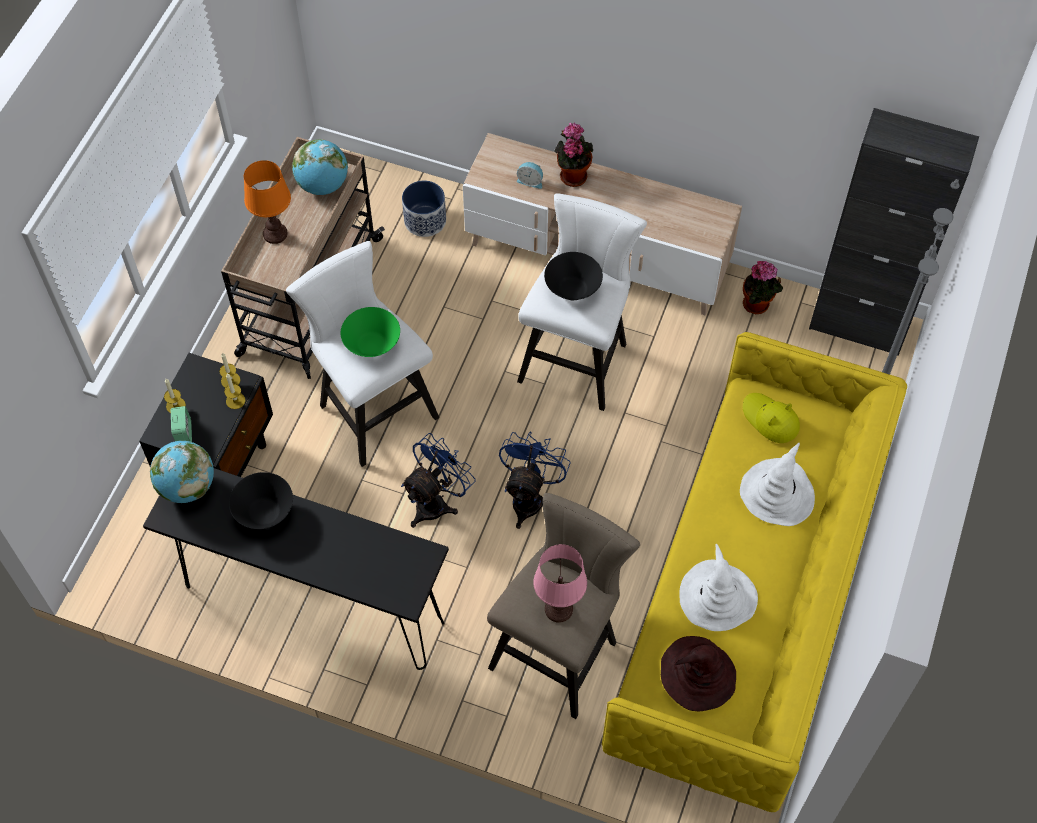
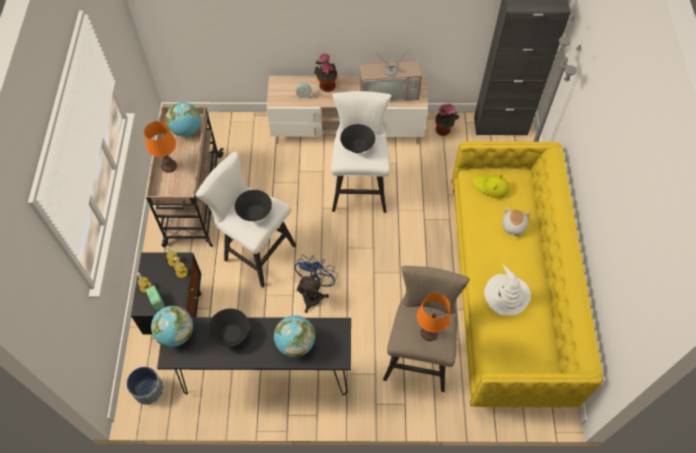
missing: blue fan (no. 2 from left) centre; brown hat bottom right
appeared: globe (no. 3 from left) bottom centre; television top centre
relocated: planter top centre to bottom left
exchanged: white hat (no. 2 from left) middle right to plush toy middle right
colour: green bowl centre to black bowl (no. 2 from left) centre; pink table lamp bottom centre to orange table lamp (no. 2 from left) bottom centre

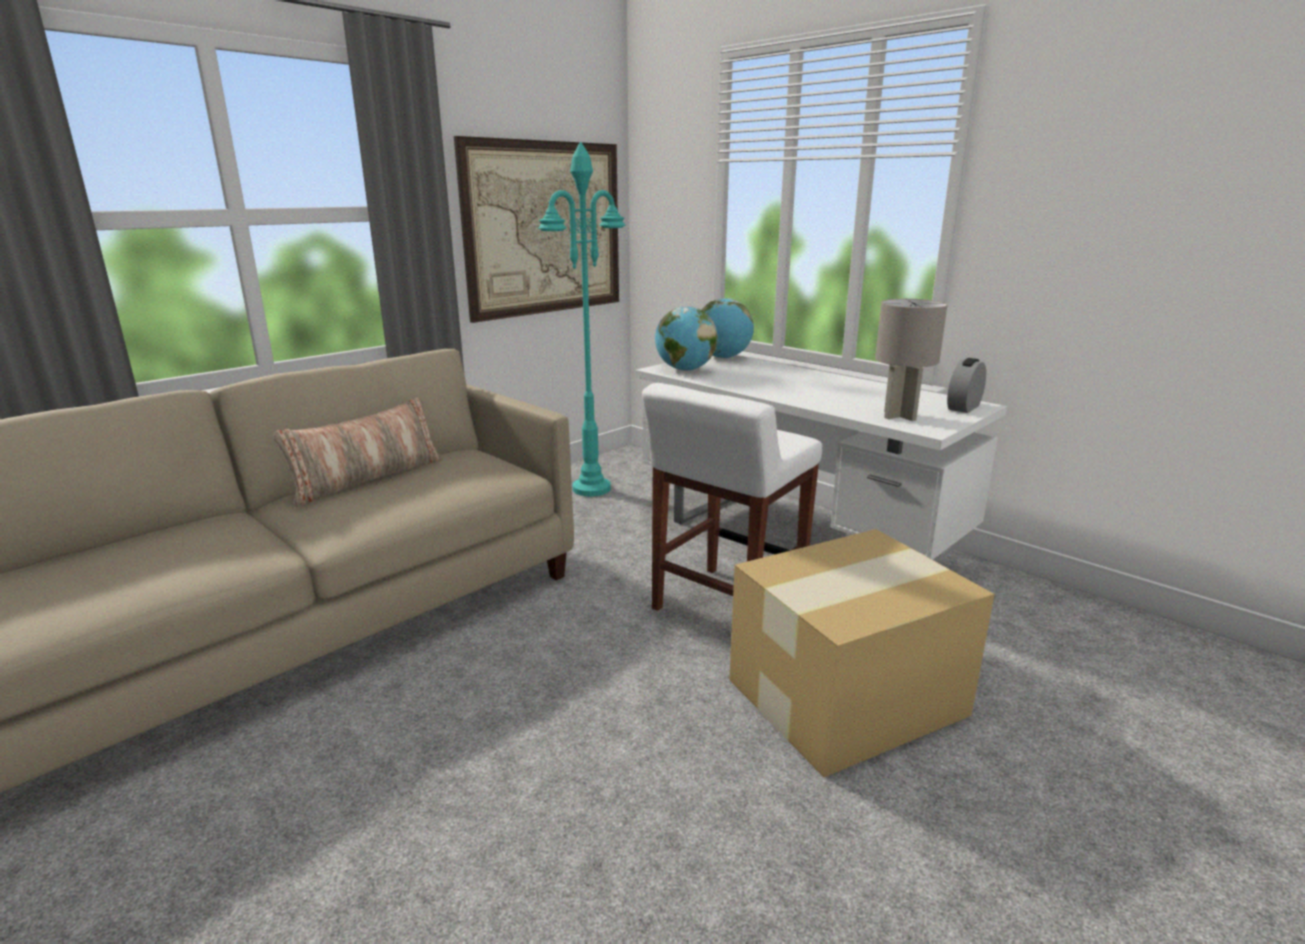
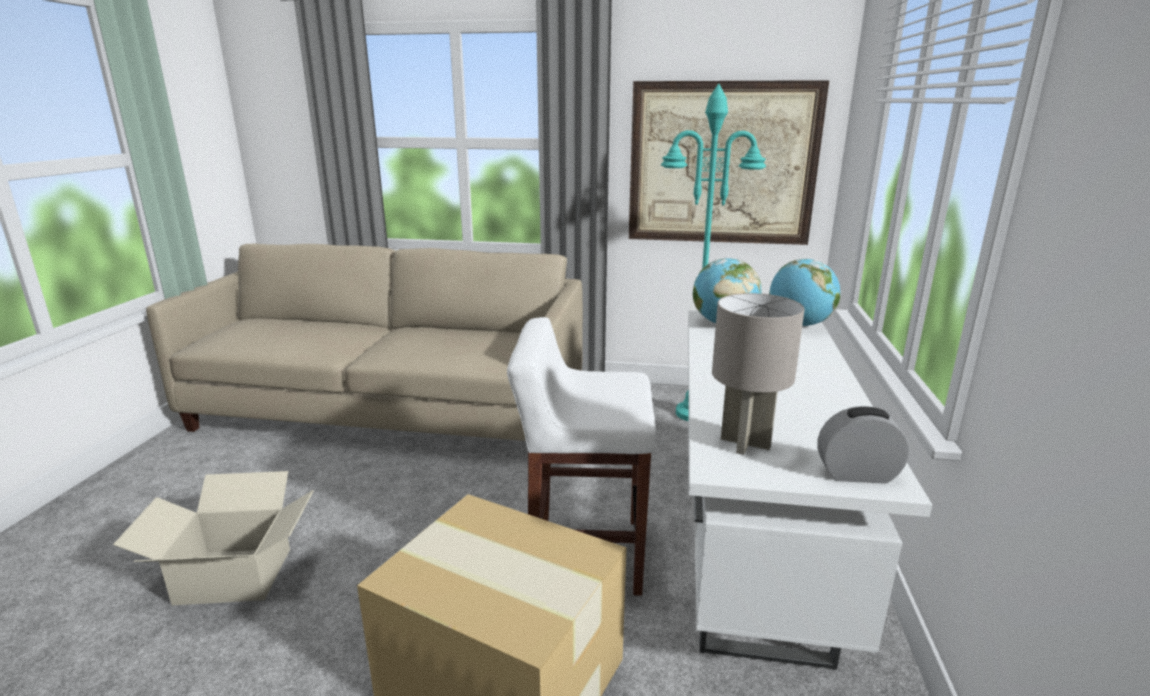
missing: pillow middle left
appeared: cardboard box (no. 1 from left) bottom left

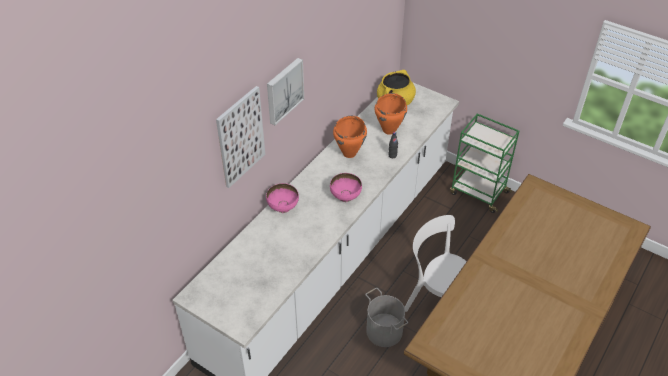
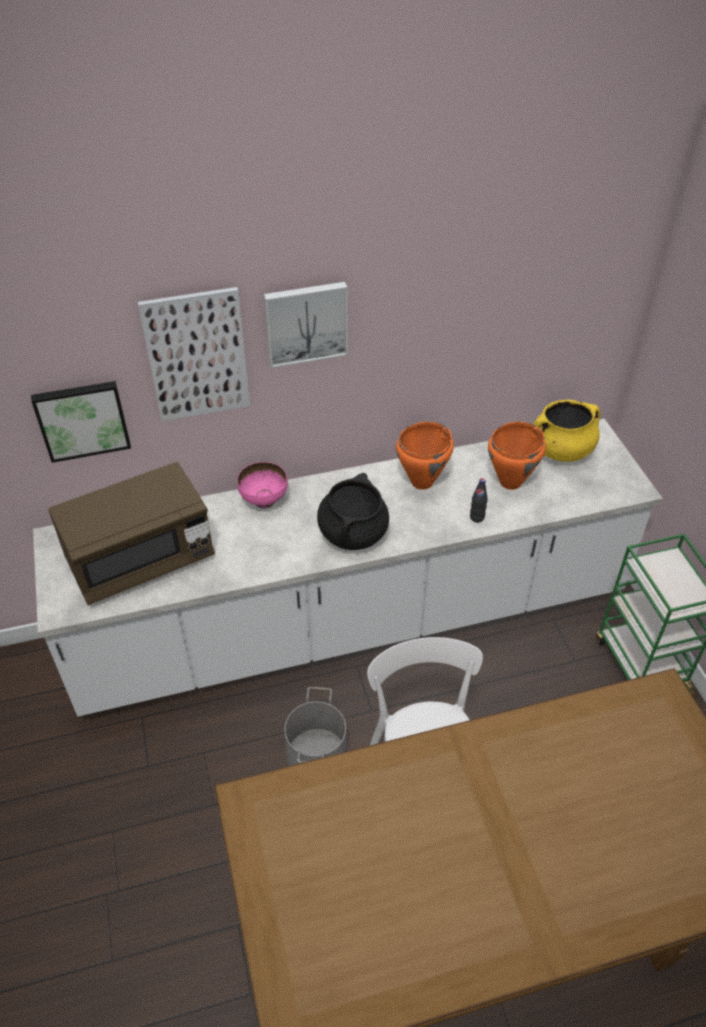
appeared: picture (no. 1 from left) middle left; brown microwave middle left
exchanged: pink bowl (no. 2 from left) centre to black cooking pot centre

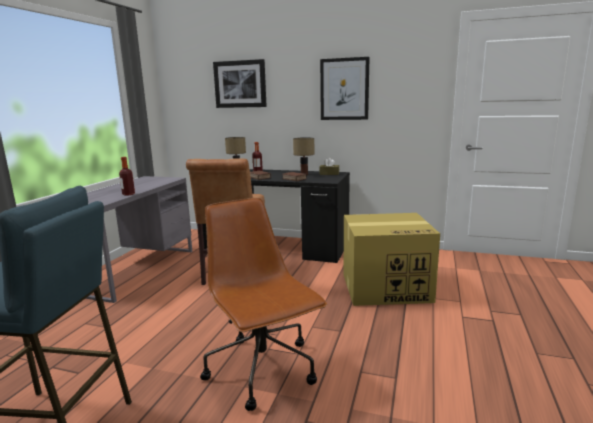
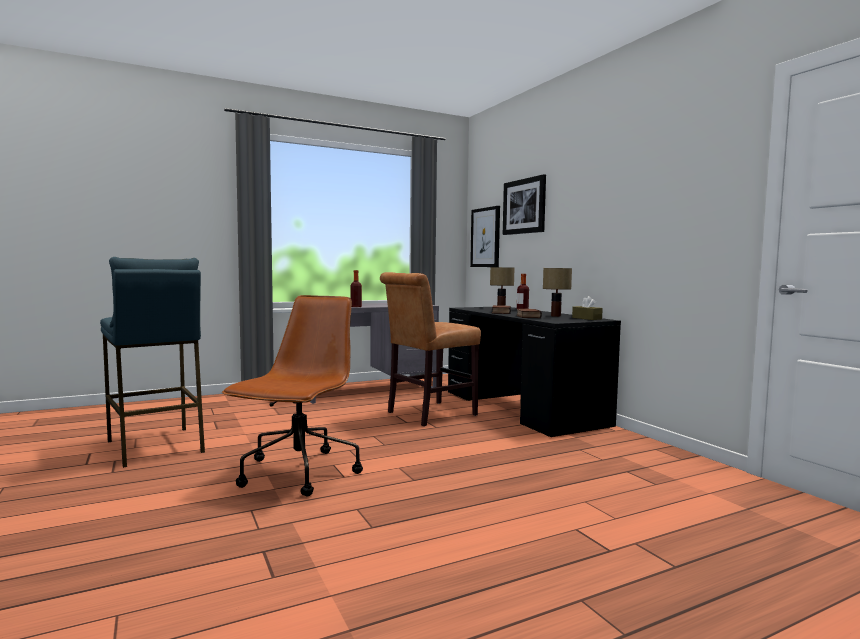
missing: cardboard box centre
relocated: picture (no. 2 from left in the first image) top centre to picture (no. 1 from left) centre

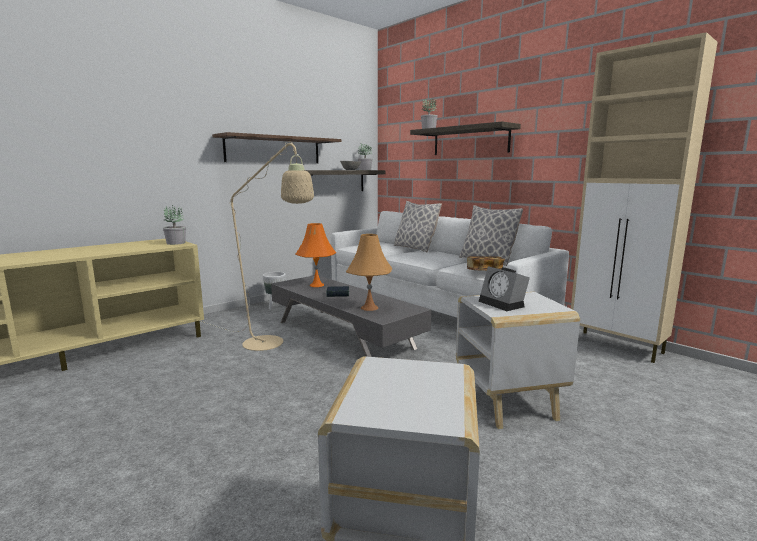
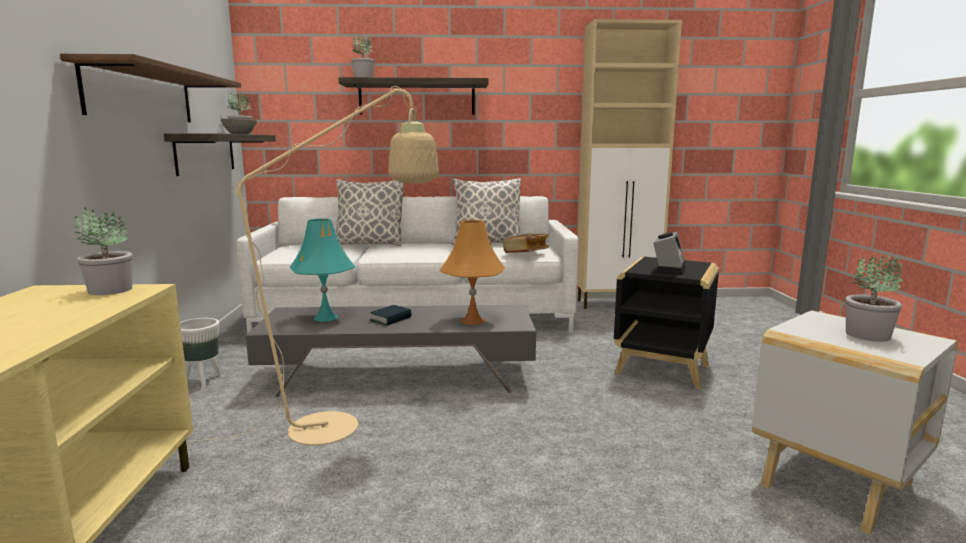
appeared: potted plant (no. 4 from left) middle right
colour: orange table lamp (no. 1 from left) centre to turquoise table lamp centre; white side table (no. 2 from left) middle right to black side table middle right
spun: alarm clock centre = middle right 75 degrees counterclockwise

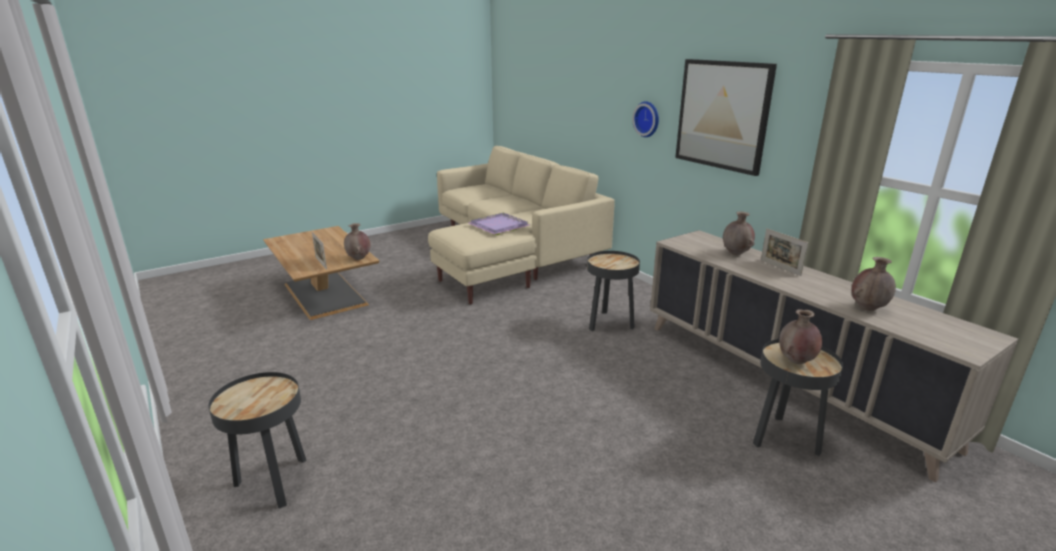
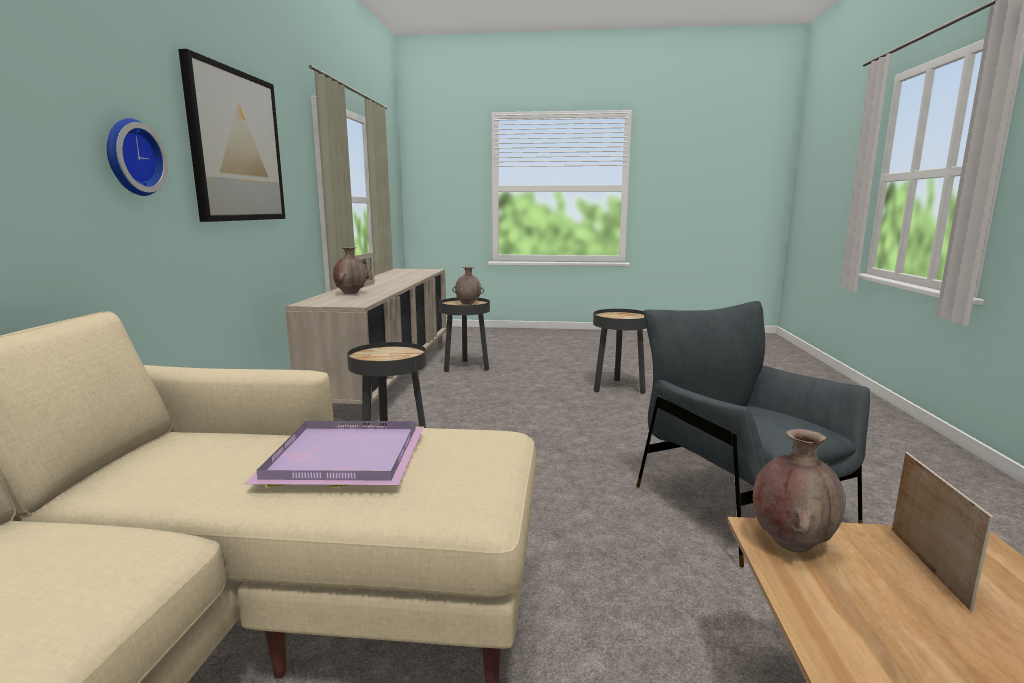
missing: brown vase (no. 4 from left) middle right
appeared: grey armchair middle right
relocated: black side table (no. 1 from left in the first image) bottom left to black side table (no. 3 from left) centre

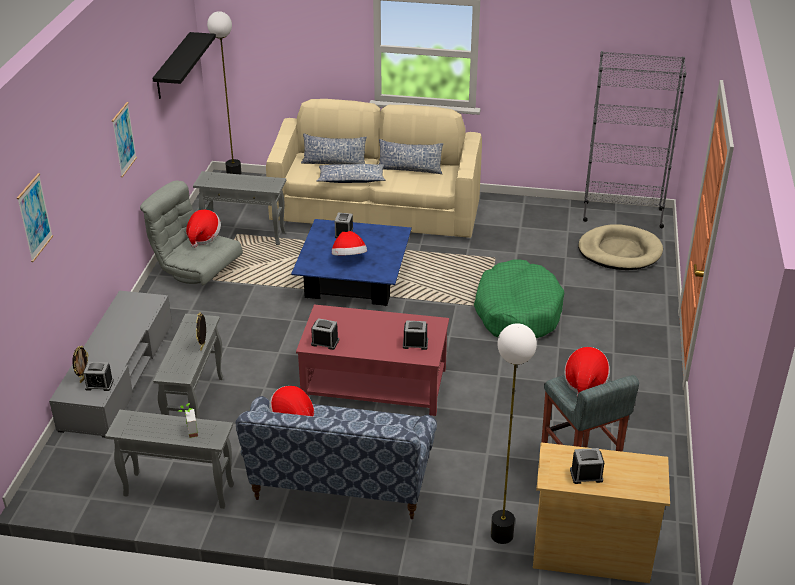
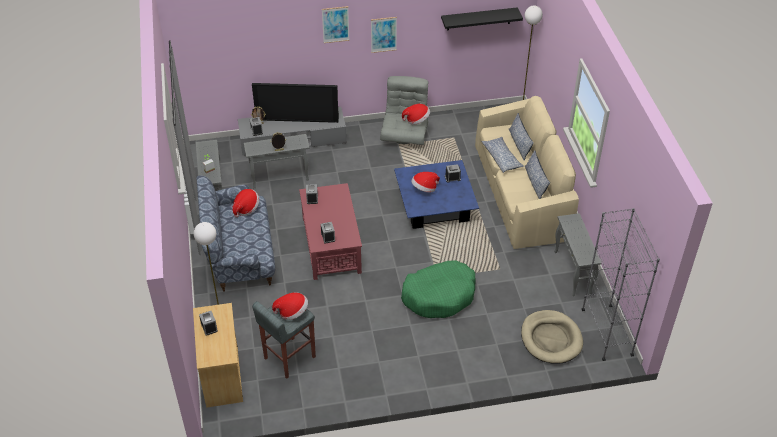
appeared: television top centre
relocated: picture (no. 1 from left) middle left to top centre; grey side table (no. 3 from left) middle left to middle right

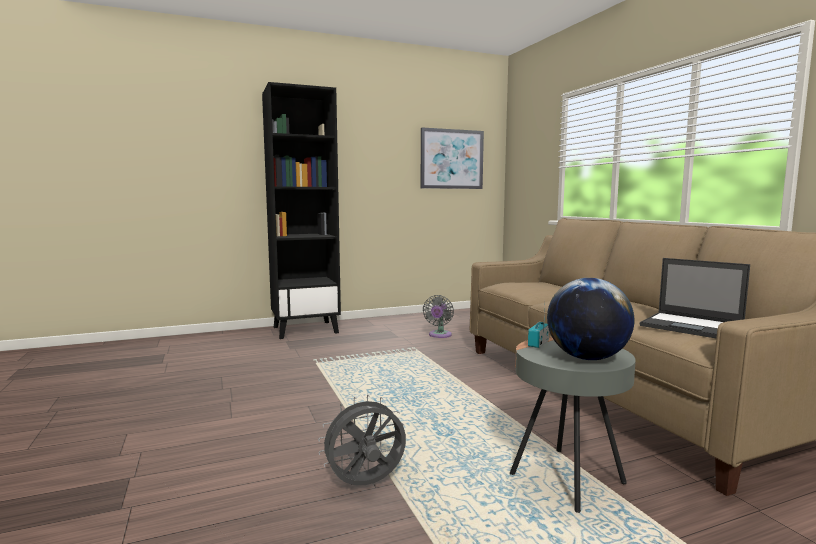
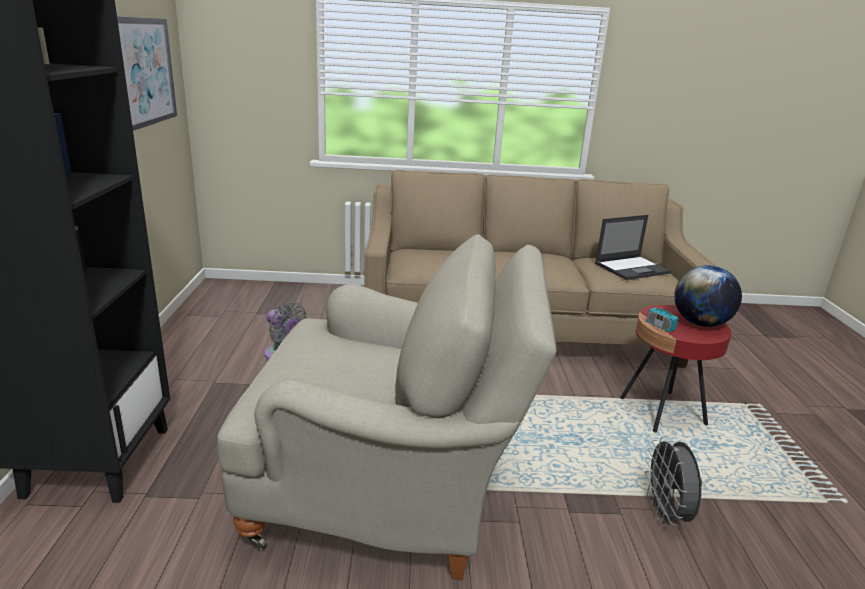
appeared: beige armchair bottom centre
colour: grey side table bottom right to red side table middle right

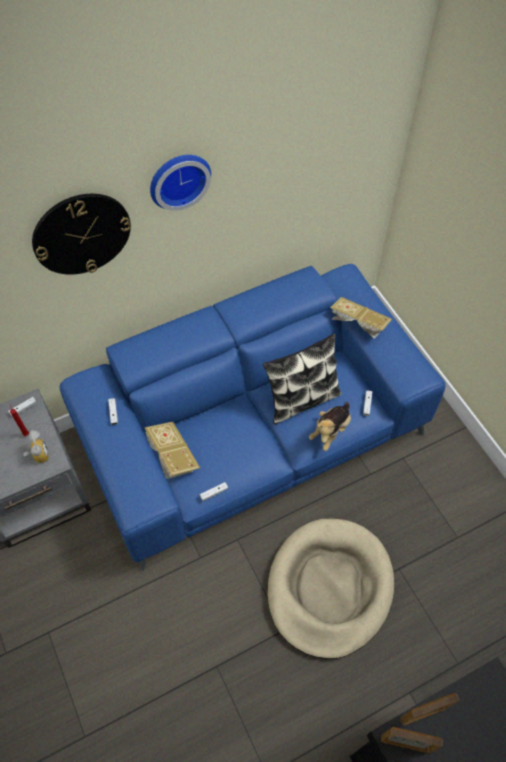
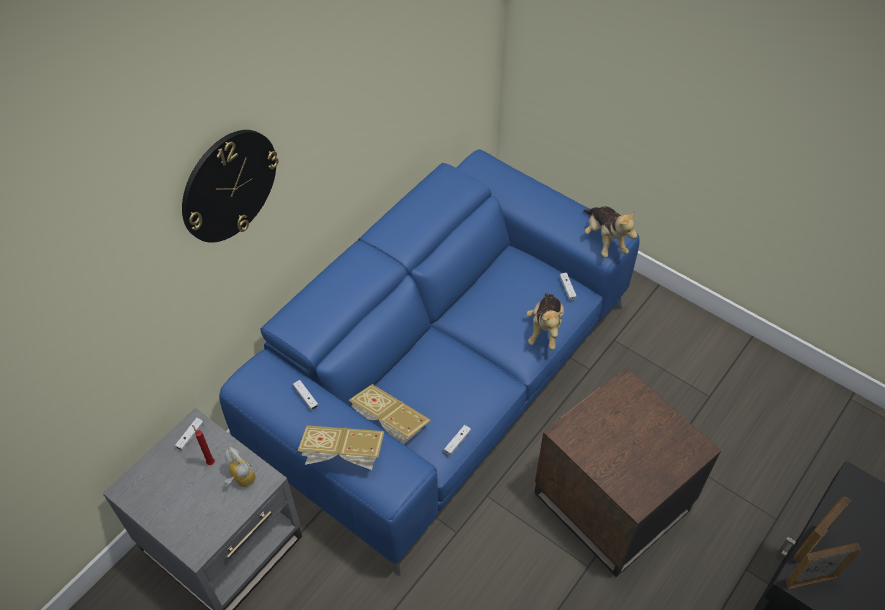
missing: wall clock (no. 2 from left) top centre; pillow centre
appeared: plush toy (no. 2 from left) middle right
relocated: book (no. 2 from left in the first image) middle right to book (no. 1 from left) bottom centre
exchanged: beige dog bed bottom centre to brown side table bottom right

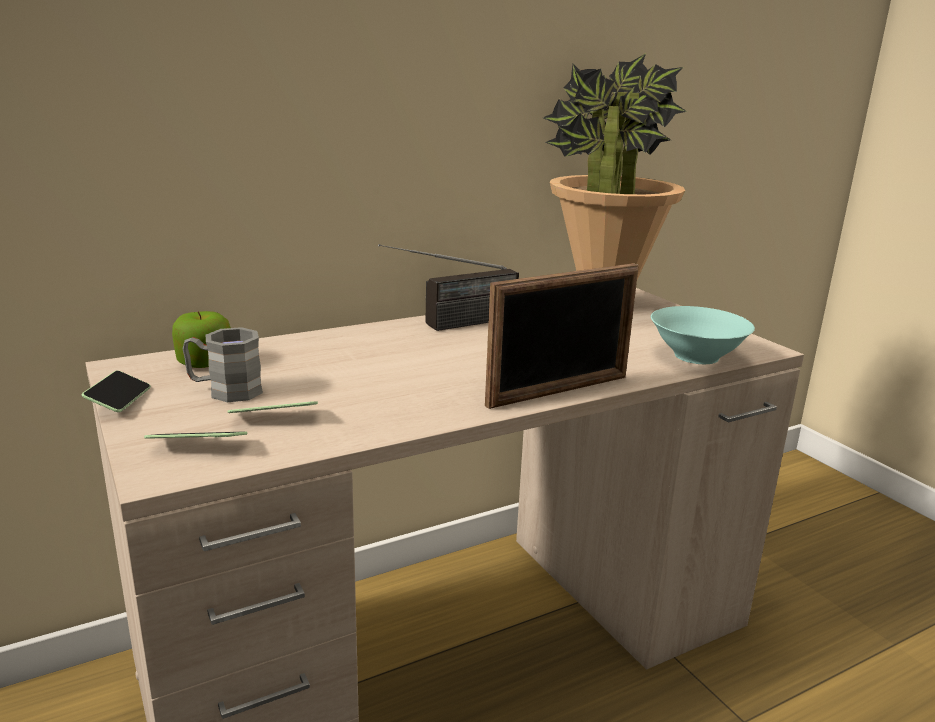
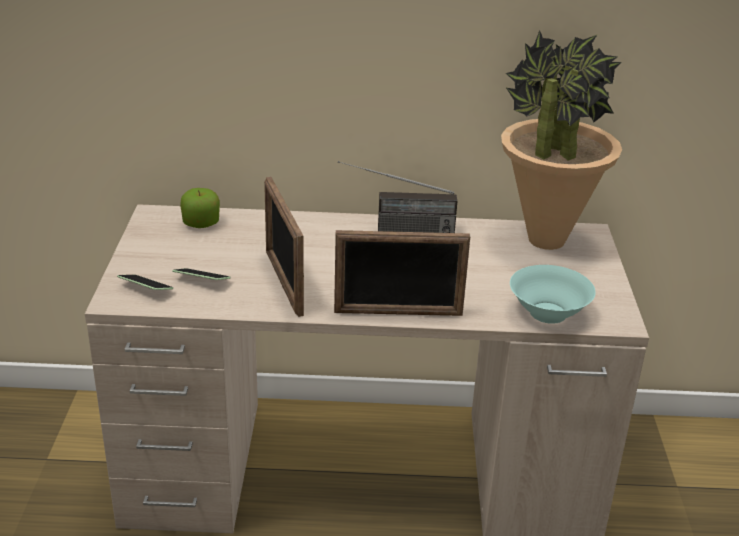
missing: phone (no. 1 from left) middle left; grey mug middle left
appeared: picture frame (no. 1 from left) centre

